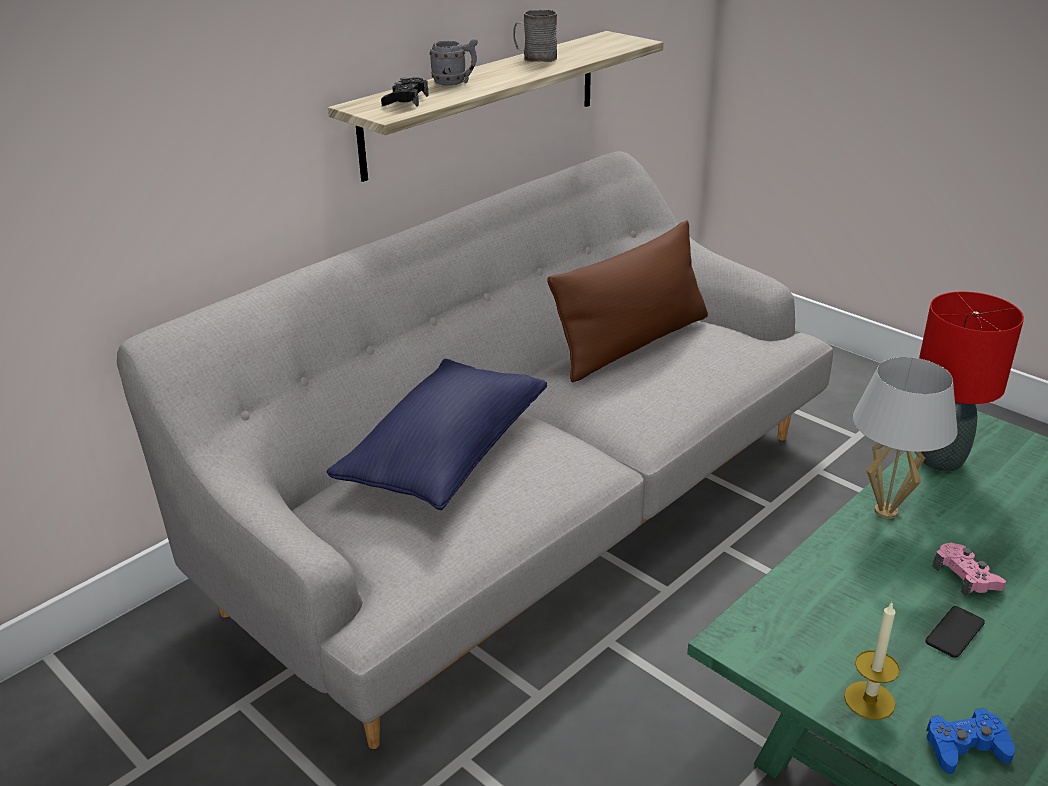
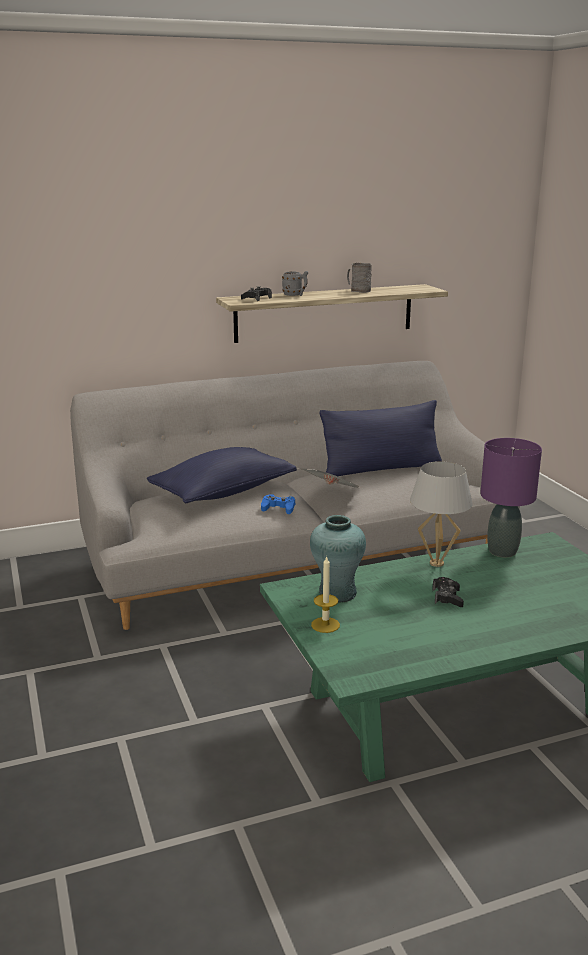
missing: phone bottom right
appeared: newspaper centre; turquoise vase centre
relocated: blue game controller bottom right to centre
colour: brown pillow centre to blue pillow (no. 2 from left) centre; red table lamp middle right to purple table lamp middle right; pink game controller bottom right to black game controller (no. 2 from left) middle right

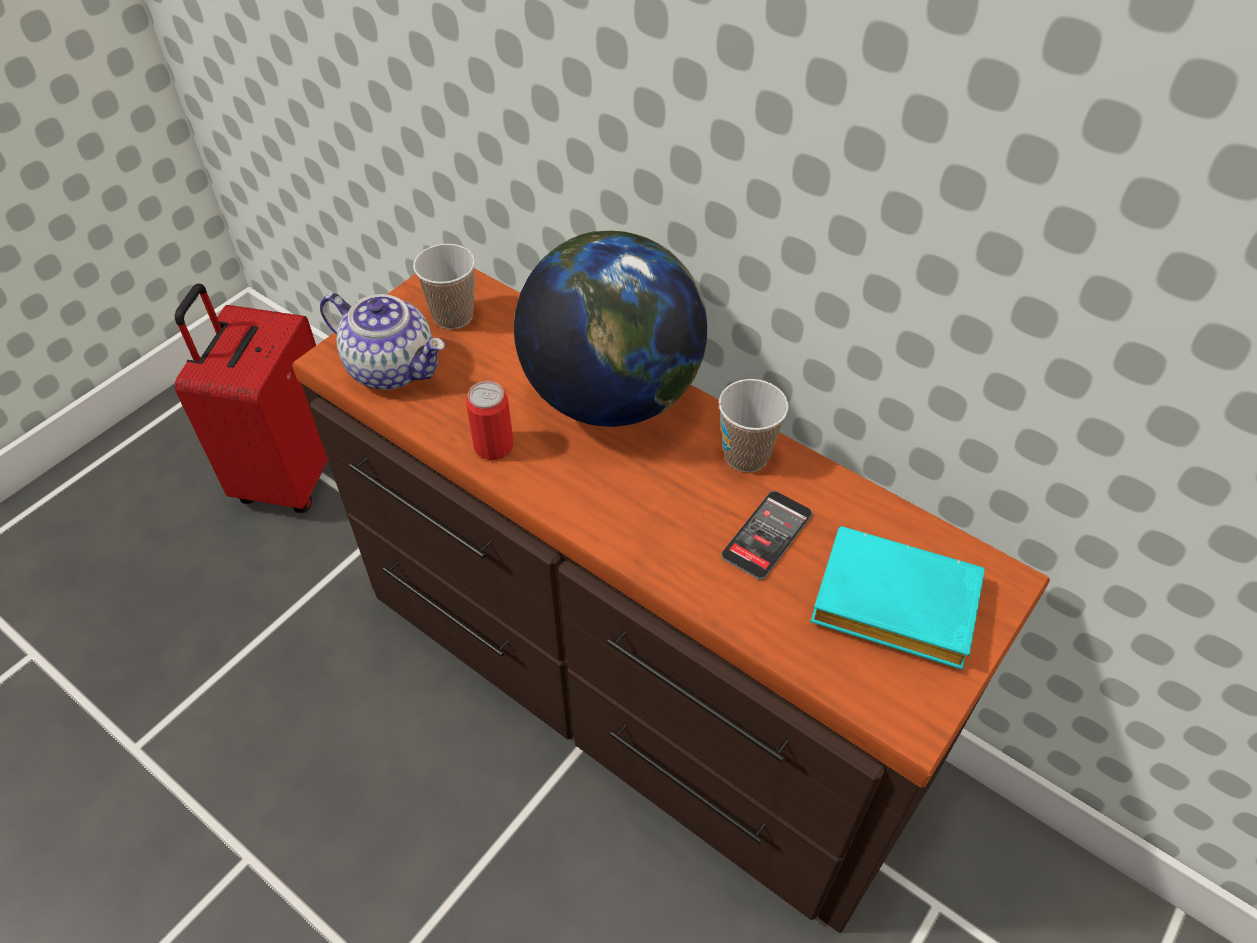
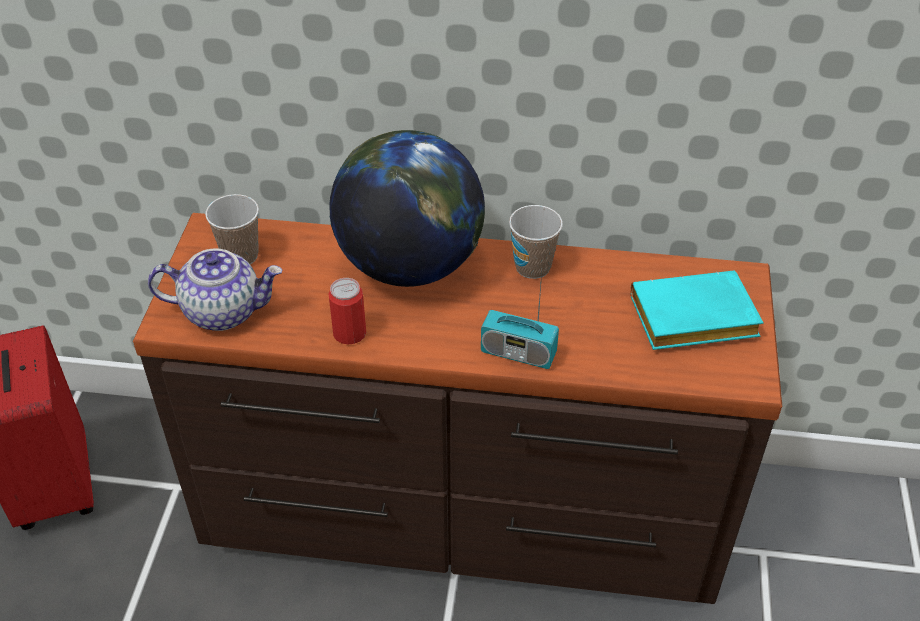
missing: phone centre
appeared: radio centre

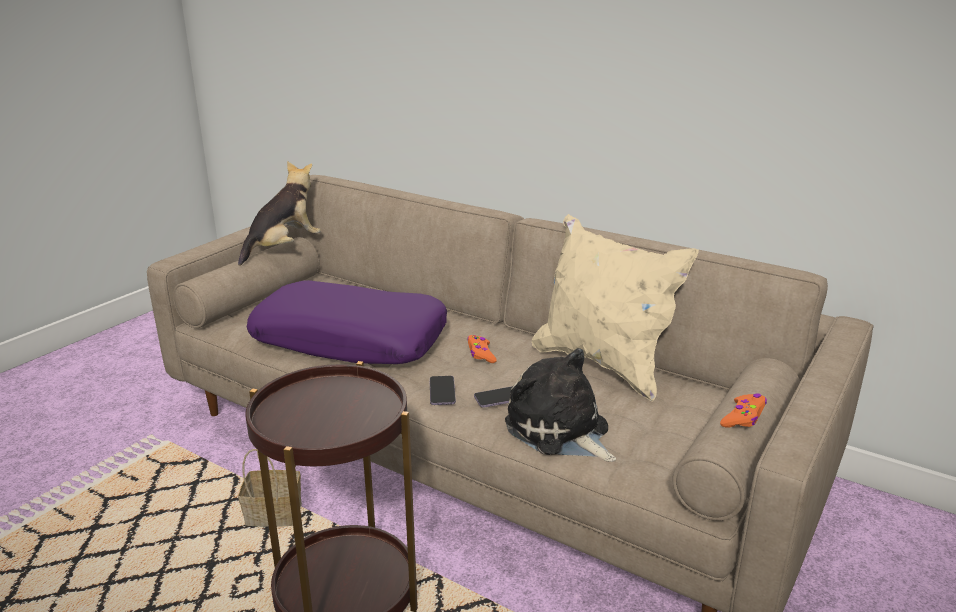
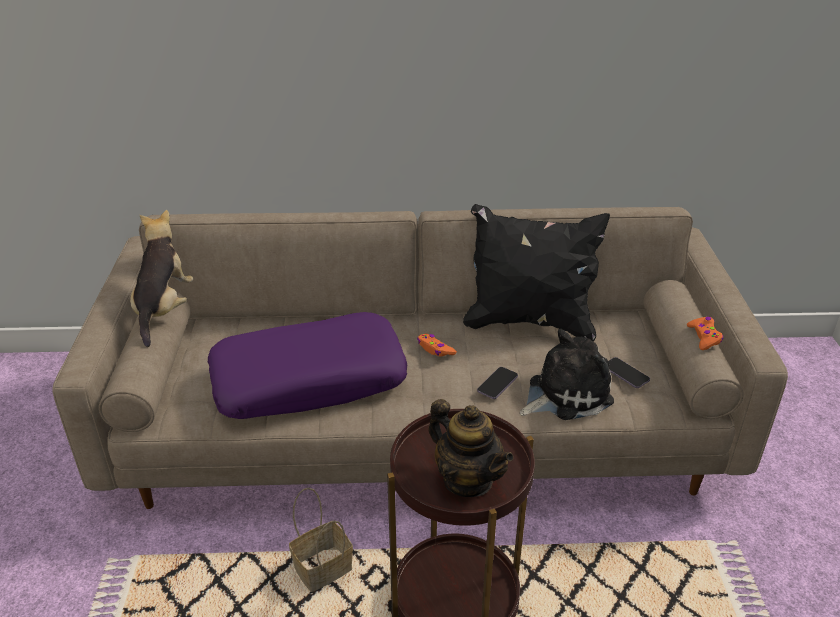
appeared: teapot bottom centre
relocated: phone (no. 1 from left in the first image) centre to phone (no. 2 from left) middle right
colour: beige pillow centre to black pillow centre
spun: plush toy (no. 2 from left) centre = middle right 135 degrees clockwise

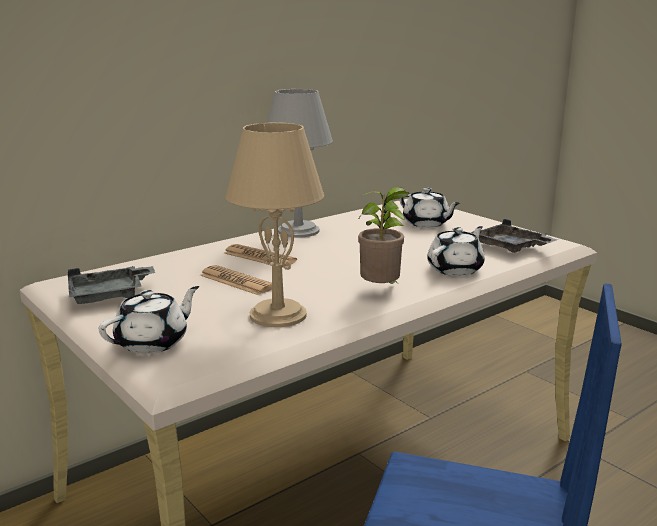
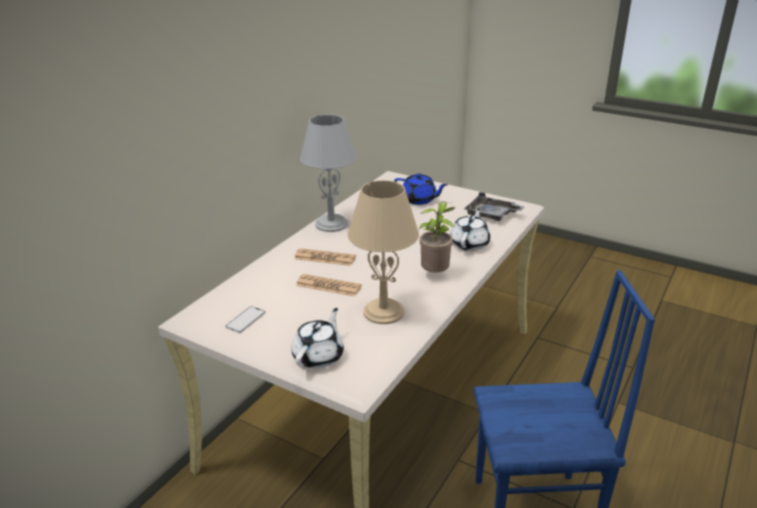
exchanged: grey tray (no. 1 from left) middle left to phone middle left
colour: white teapot (no. 2 from left) centre to blue teapot centre

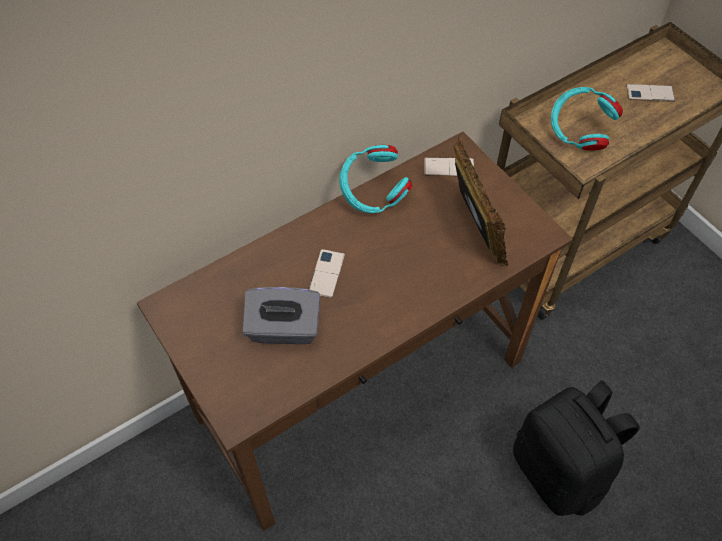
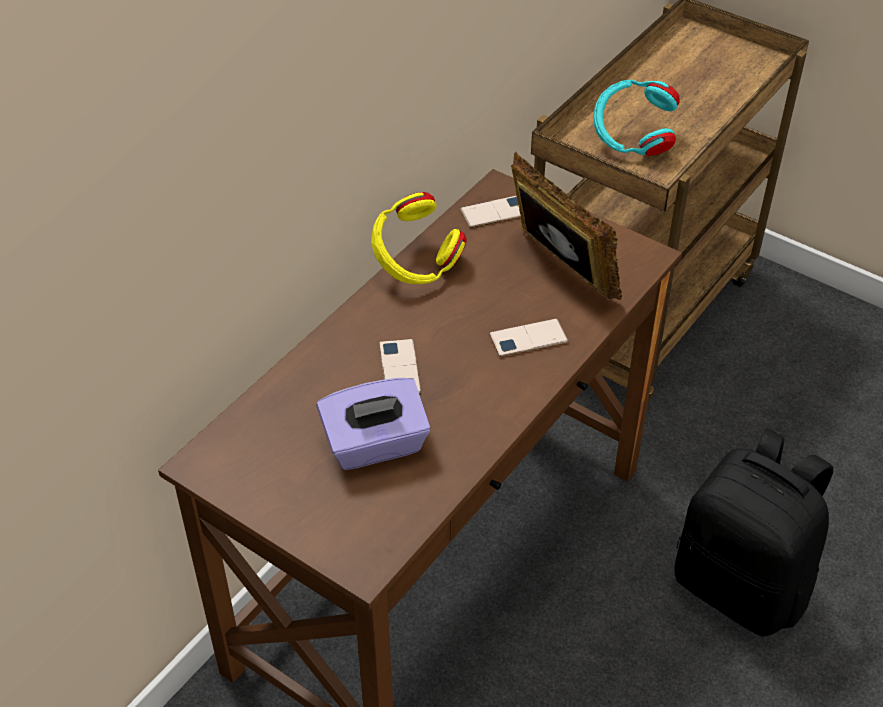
relocated: phone (no. 3 from left) top right to centre
colour: grey tissue box centre to purple tissue box centre; turquoise headphones (no. 1 from left) top centre to yellow headphones centre

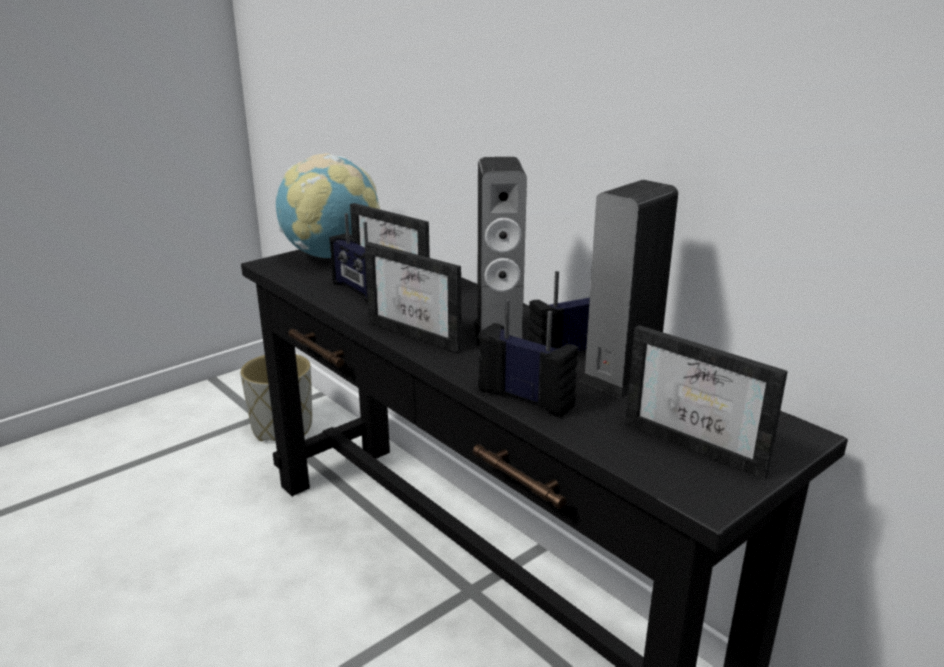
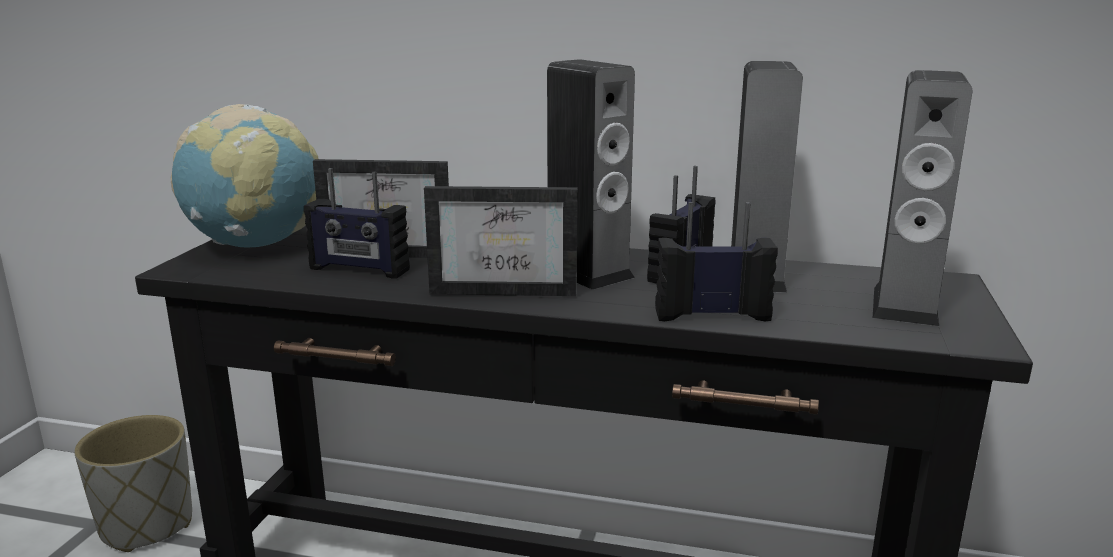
exchanged: picture frame (no. 3 from left) middle right to speaker (no. 3 from left) middle right

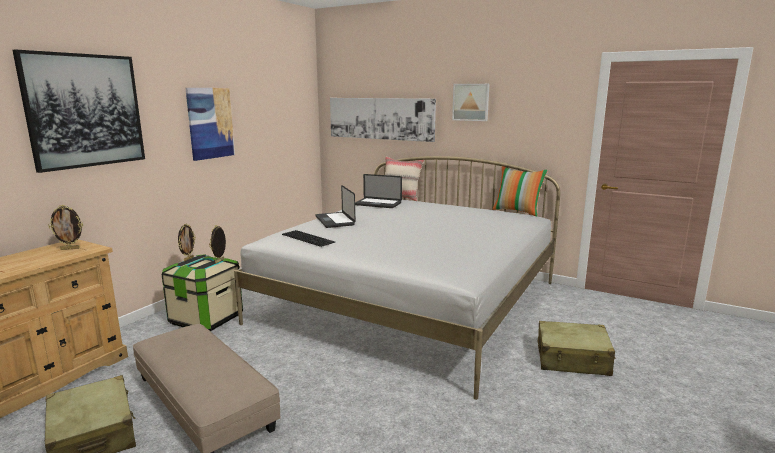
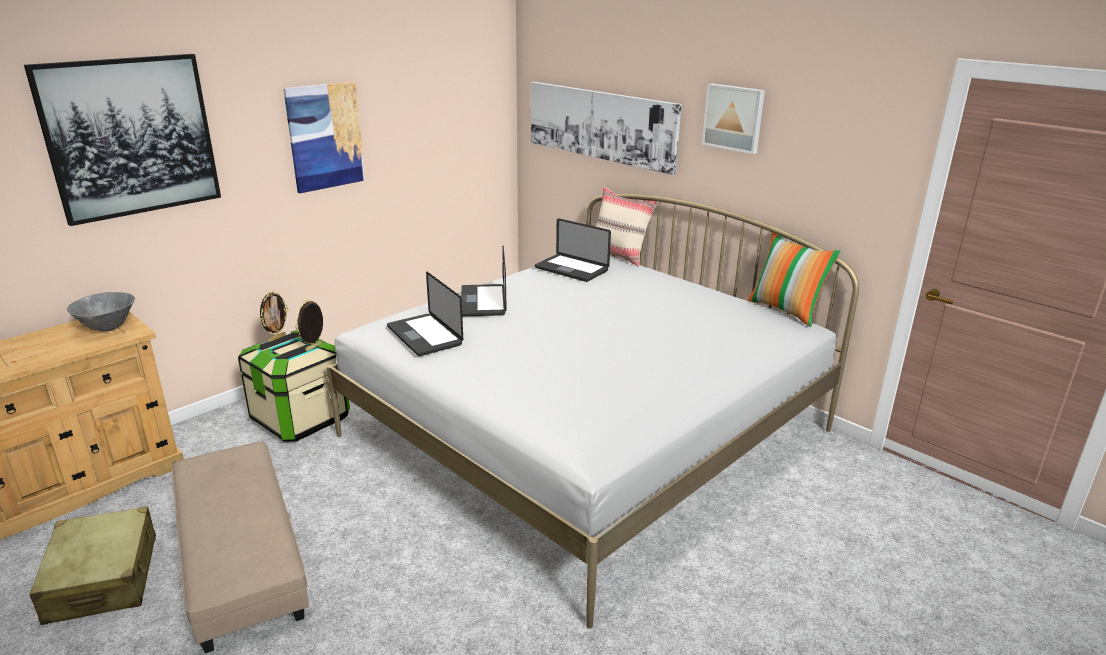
missing: beige suitcase (no. 2 from left) bottom right
exchanged: picture frame (no. 1 from left) middle left to grey bowl middle left; keyboard centre to laptop (no. 1 from left) centre

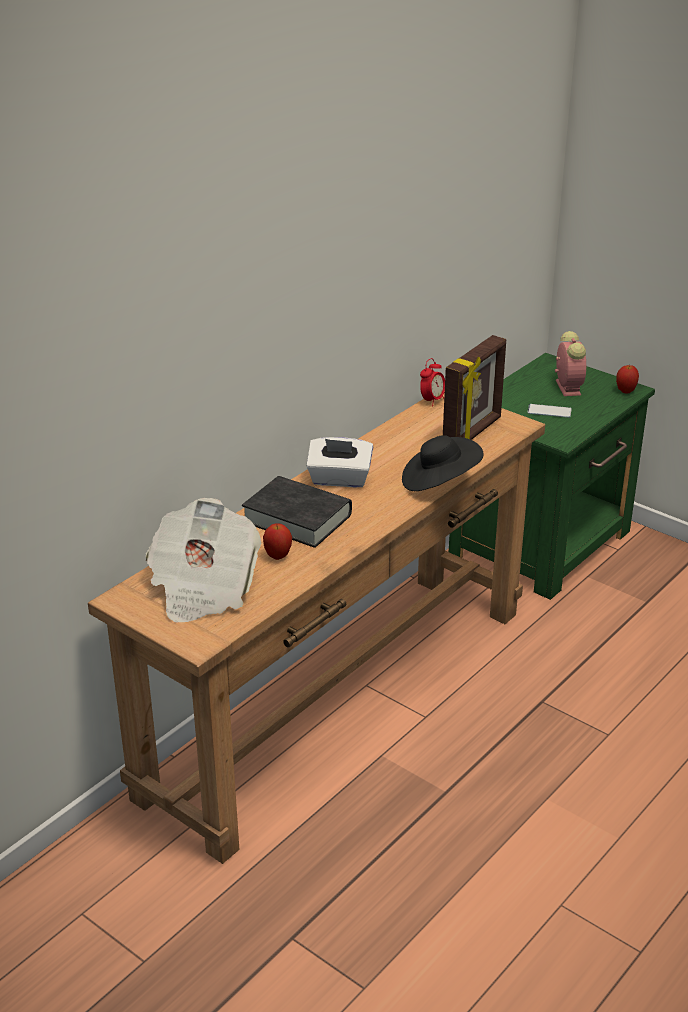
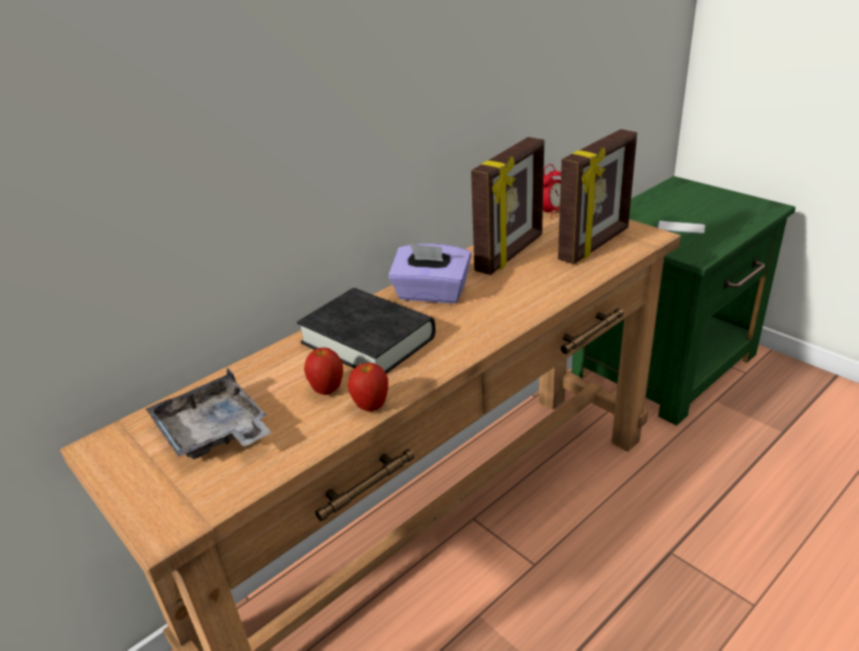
missing: black hat centre; alarm clock (no. 2 from left) middle right
appeared: picture frame (no. 1 from left) top centre
relocated: apple (no. 2 from left) middle right to centre
exchanged: newspaper middle left to grey tray middle left
colour: white tissue box centre to purple tissue box centre

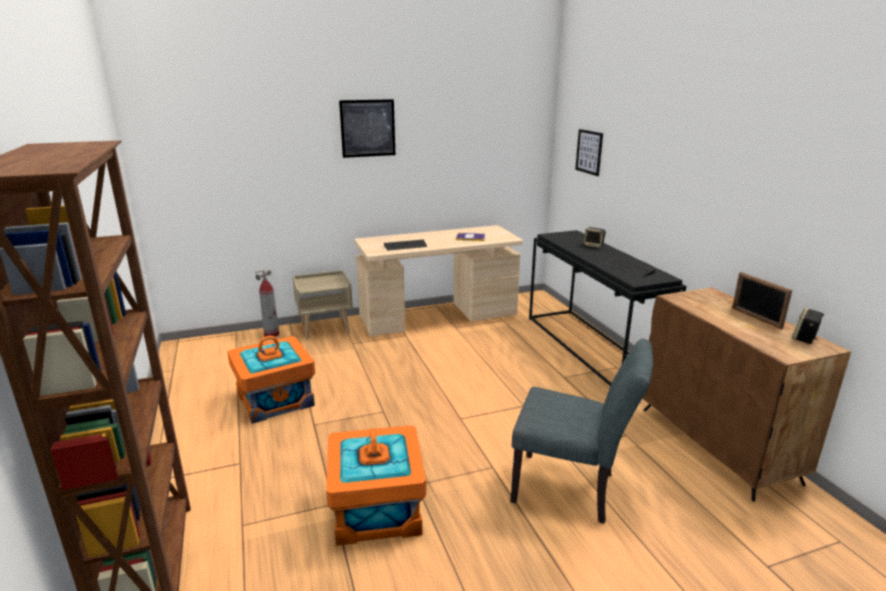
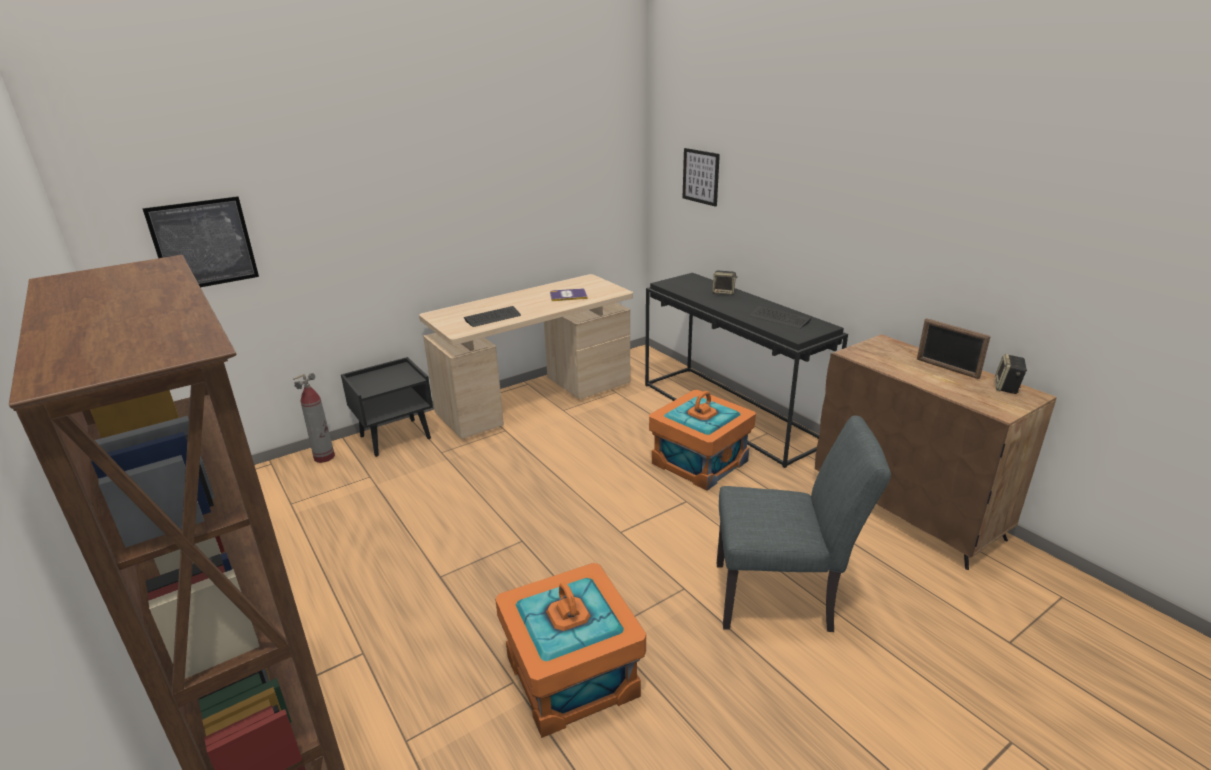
relocated: orange storage box (no. 1 from left in the first image) middle left to orange storage box (no. 2 from left) centre; picture (no. 1 from left) top centre to top left
colour: beige nightstand centre to black nightstand middle left

